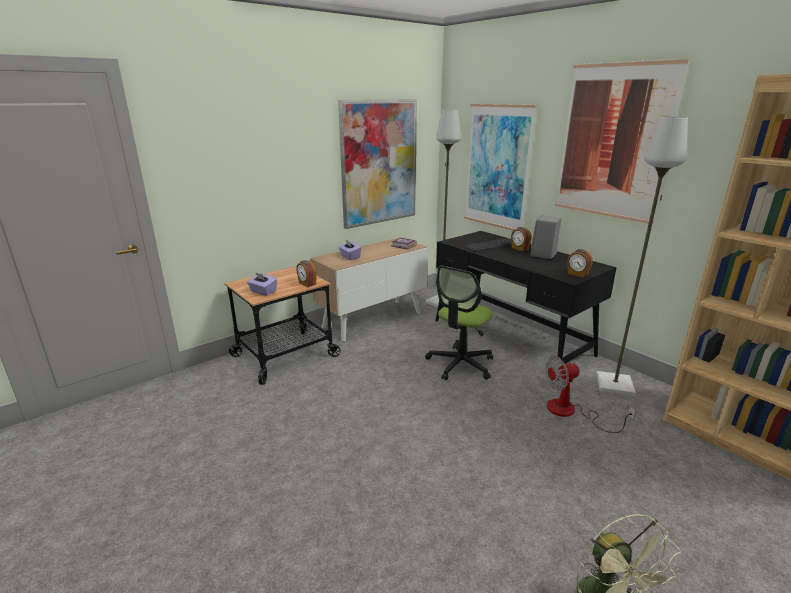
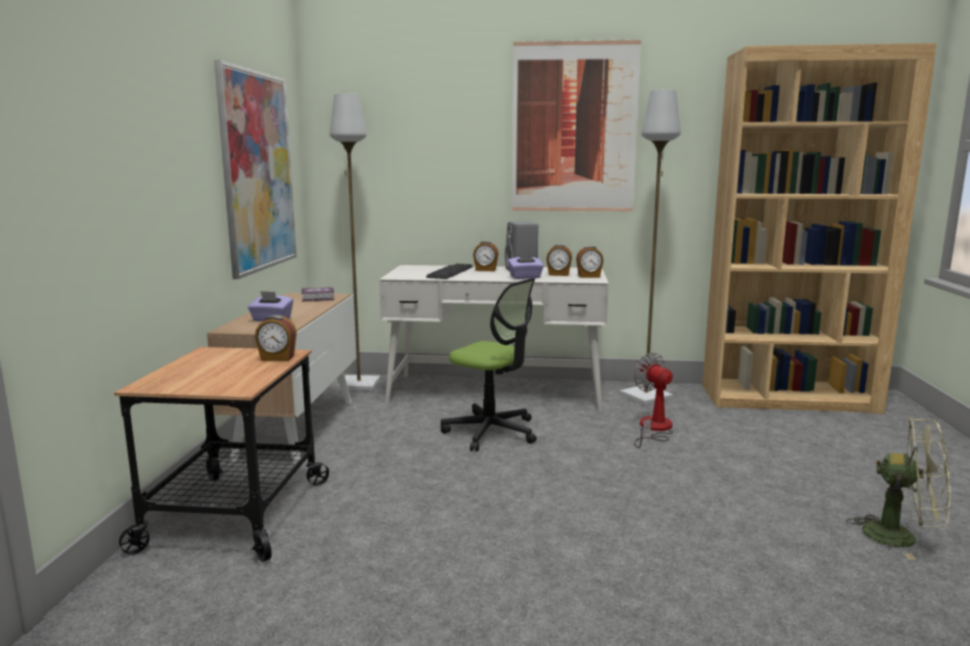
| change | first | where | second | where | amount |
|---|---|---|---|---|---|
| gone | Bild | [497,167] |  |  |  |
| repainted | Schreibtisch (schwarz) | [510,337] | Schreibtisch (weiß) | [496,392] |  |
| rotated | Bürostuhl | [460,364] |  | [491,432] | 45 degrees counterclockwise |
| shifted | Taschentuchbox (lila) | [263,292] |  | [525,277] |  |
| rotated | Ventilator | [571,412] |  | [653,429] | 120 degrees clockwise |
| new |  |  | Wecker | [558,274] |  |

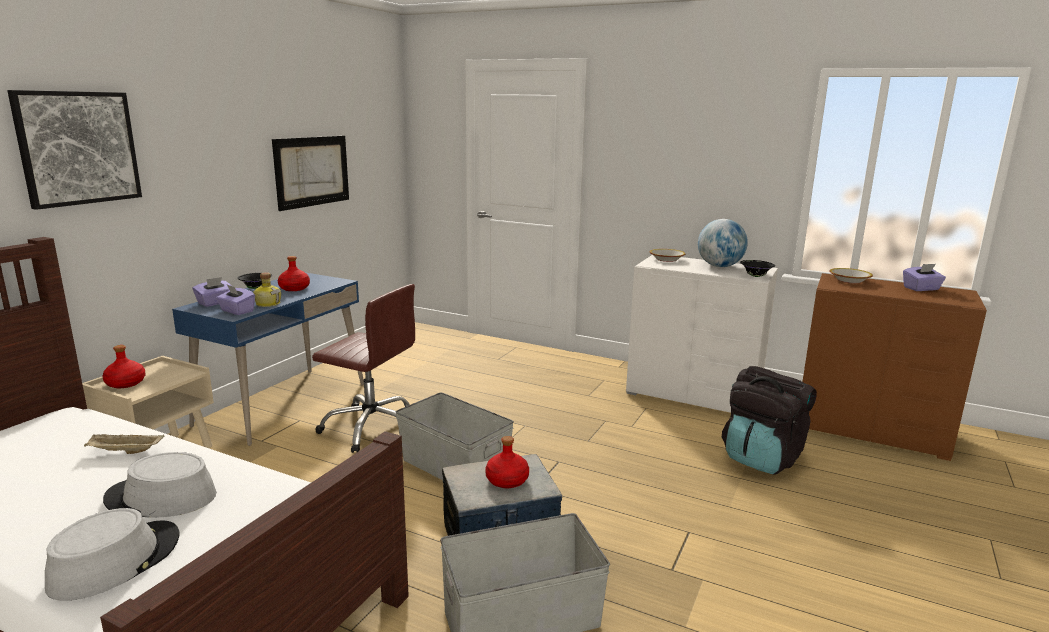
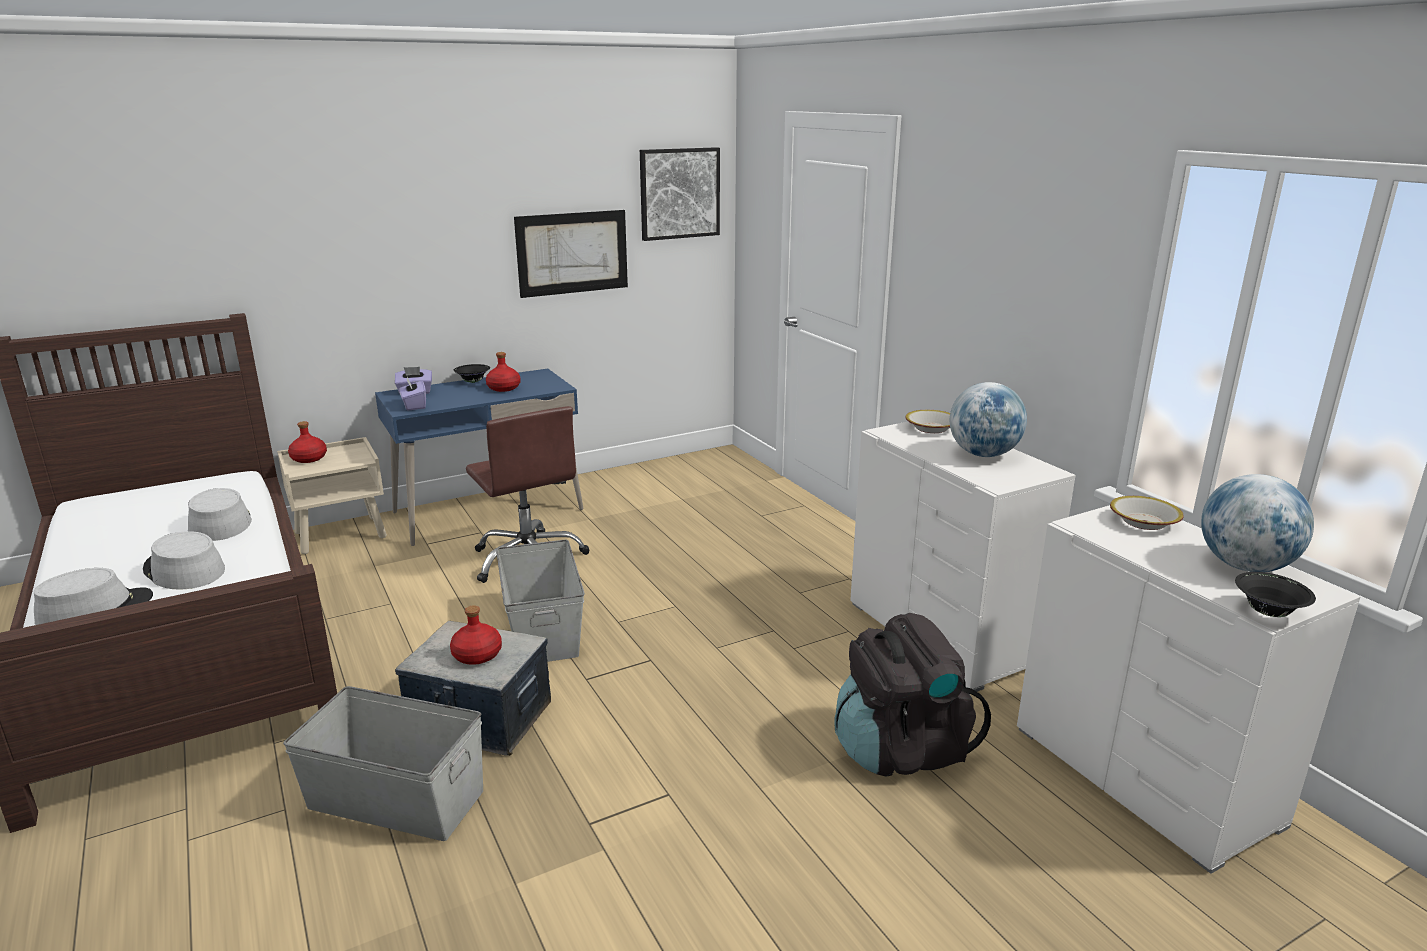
| change | first | where | second | where | amount |
|---|---|---|---|---|---|
| shifted | Bild | [78,148] |  | [679,193] |  |
| shifted | Schüssel (schwarz) | [755,276] |  | [1268,612] |  |
| swapped | Taschentuchbox (lila) | [921,289] | Globus | [1245,566] |  |
| gone | Flasche | [268,304] |  |  |  |
| repainted | Kommode (braun) | [870,429] | Kommode (weiß) | [1145,775] |  |
| swapped | Tablett (beige) | [124,452] | Hut (grau) | [219,523] |  |

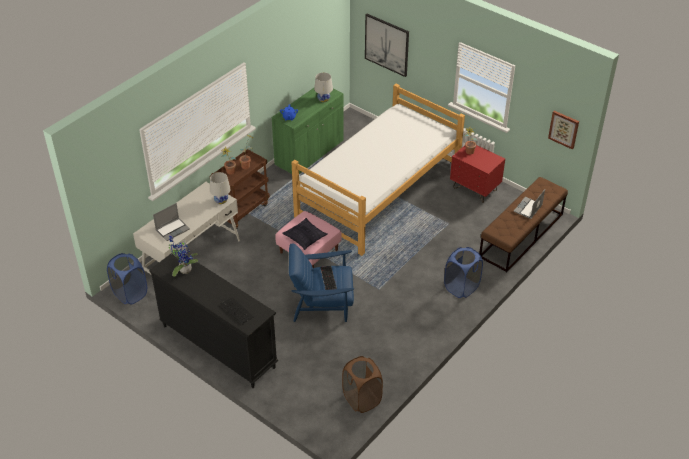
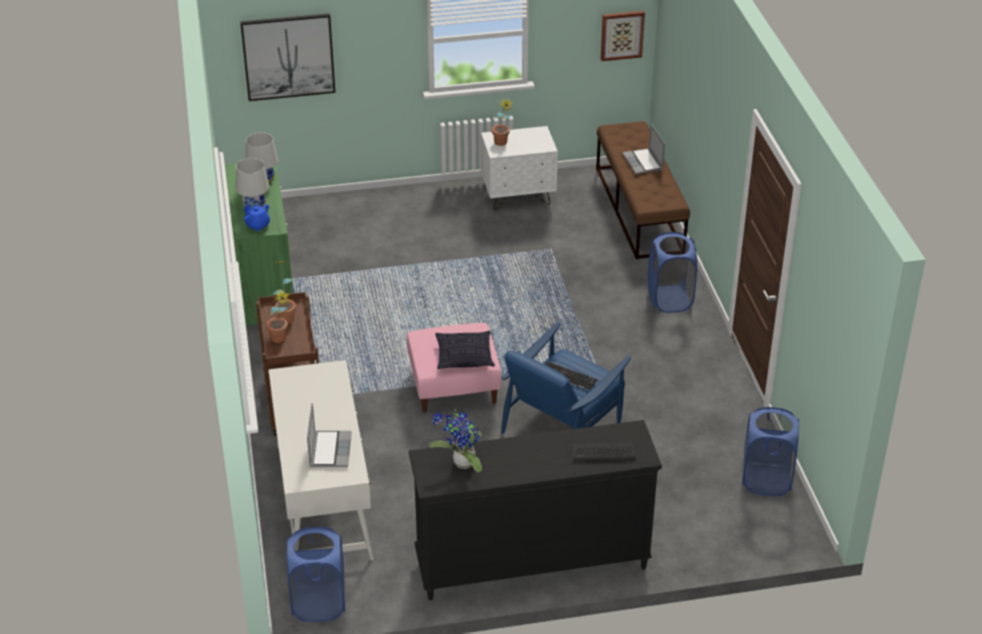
| change | first | where | second | where | amount |
|---|---|---|---|---|---|
| gone | Bett | [379,193] |  |  |  |
| repainted | Nachttisch (rot) | [475,189] | Nachttisch (weiß) | [518,197] |  |
| shifted | Tischlampe (weiß) | [221,200] |  | [254,206] |  |
| repainted | Wäschekorb (braun) | [361,399] | Wäschekorb (blau) | [766,480] |  |

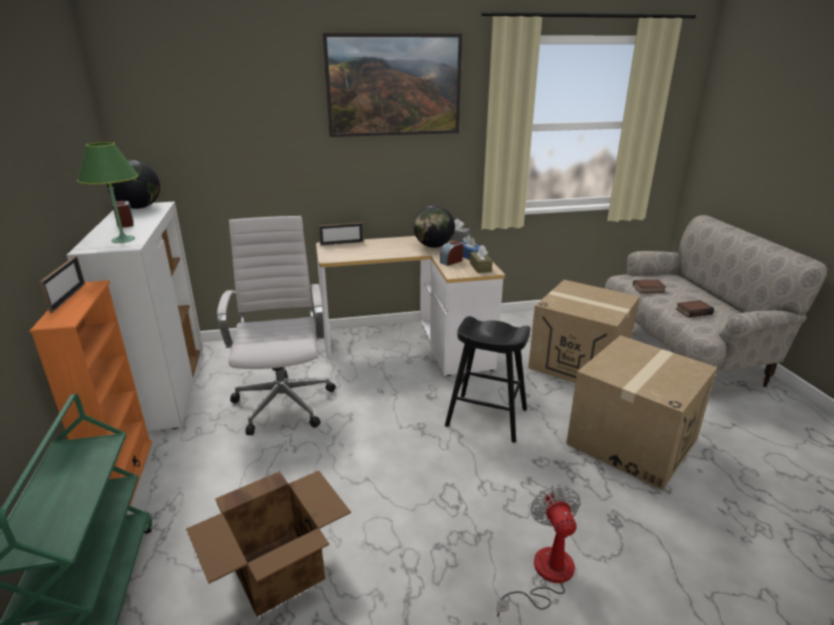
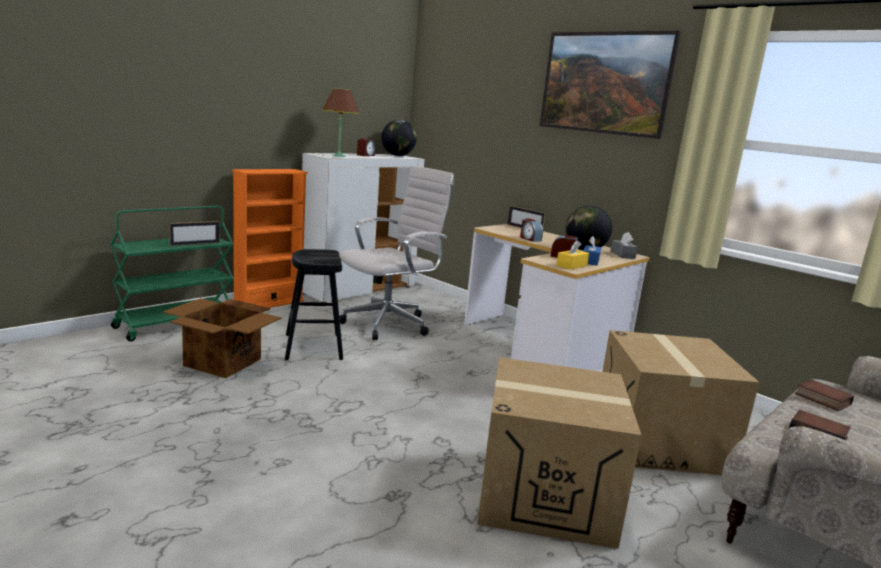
| change | first | where | second | where | amount |
|---|---|---|---|---|---|
| repainted | Tischlampe (grün) | [123,239] | Tischlampe (braun) | [339,156] |  |
| repainted | Taschentuchbox (braun) | [480,267] | Taschentuchbox (gelb) | [571,265] |  |
| shifted | Bilderrahmen | [68,297] |  | [195,244] |  |
| shifted | Hocker (schwarz) | [487,417] |  | [313,347] |  |
| gone | Ventilator | [544,575] |  |  |  |
| new |  |  | Wecker | [530,239] |  |

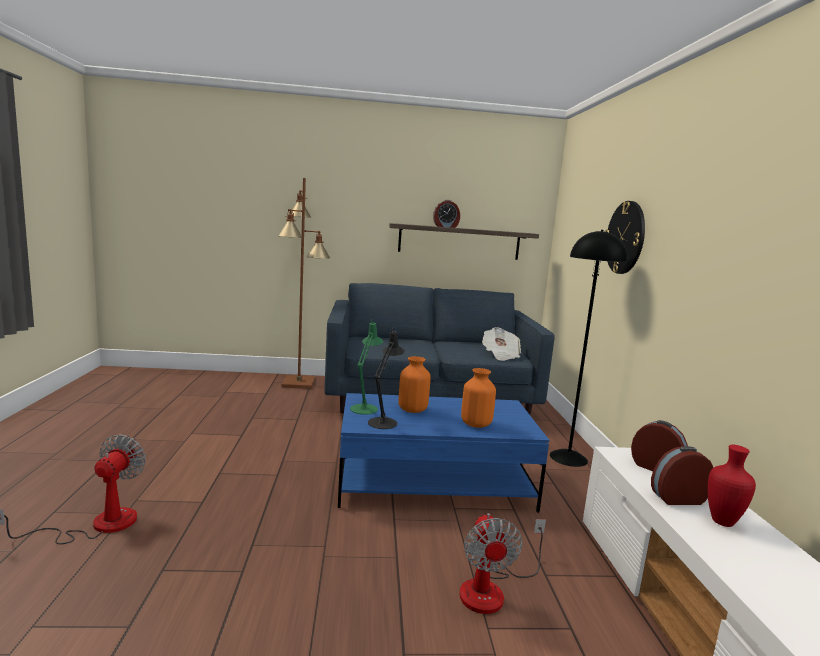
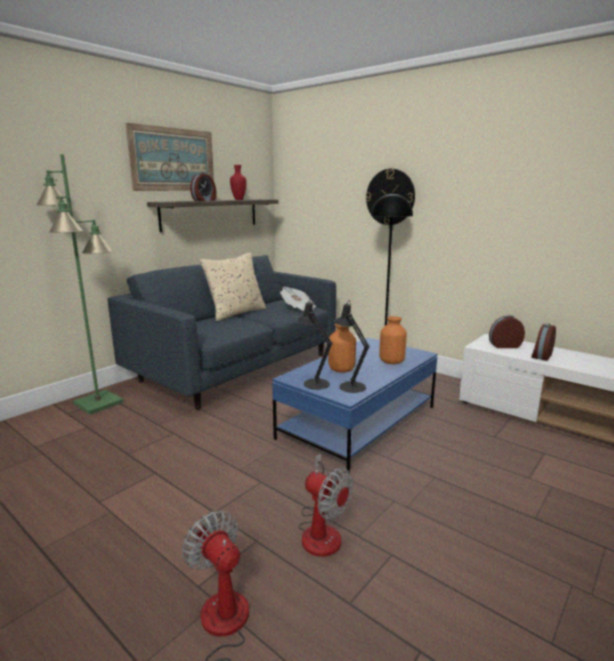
| change | first | where | second | where | amount |
|---|---|---|---|---|---|
| repainted | Stehlampe (braun) | [299,383] | Stehlampe (grün) | [98,402] |  |
| repainted | Tischlampe (grün) | [365,407] | Tischlampe (schwarz) | [314,382] |  |
| shifted | Vase (rot) | [723,522] |  | [239,200] |  |
| shifted | Ventilator | [492,589] |  | [321,530] |  |
| new |  |  | Bild | [173,159] |  |
| new |  |  | Kissen (beige) | [236,313] |  |

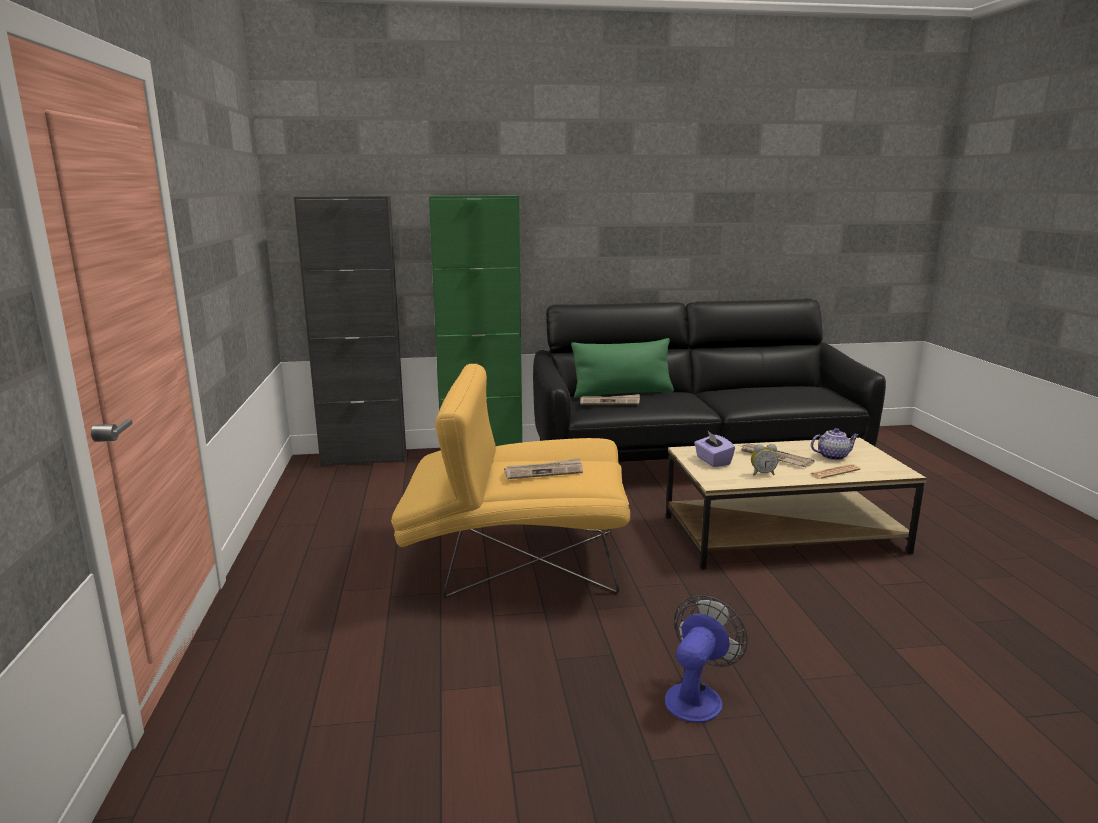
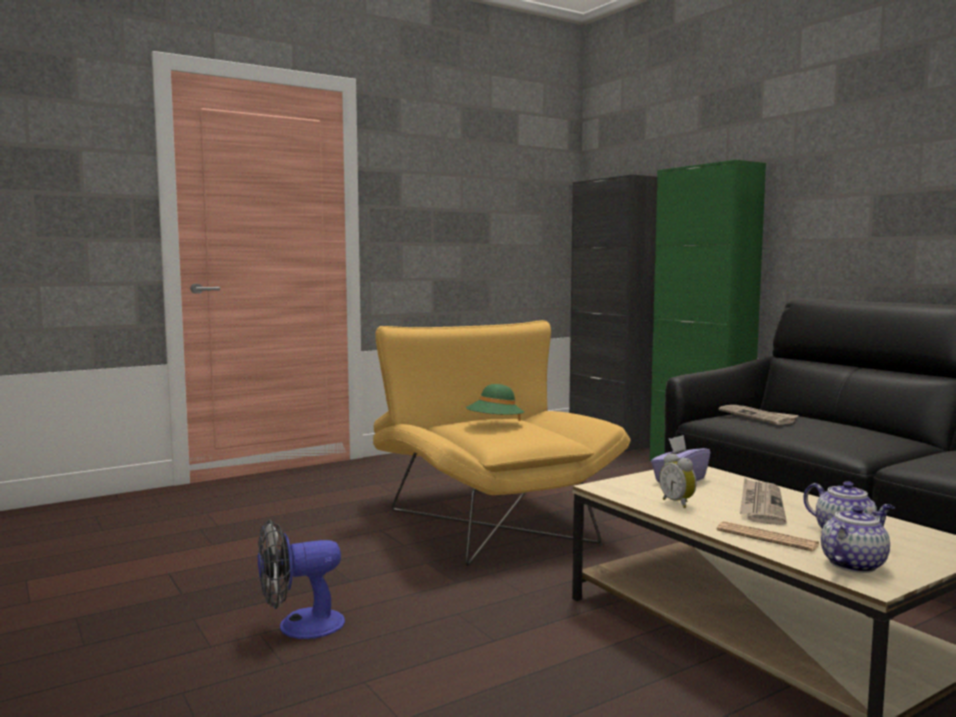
| change | first | where | second | where | amount |
|---|---|---|---|---|---|
| gone | Kissen (grün) | [622,393] |  |  |  |
| swapped | Zeitung | [544,471] | Hut (grün) | [495,424] |  |
| rotated | Ventilator | [697,696] |  | [299,626] | 150 degrees clockwise |
| new |  |  | Teekanne | [853,564] |  |

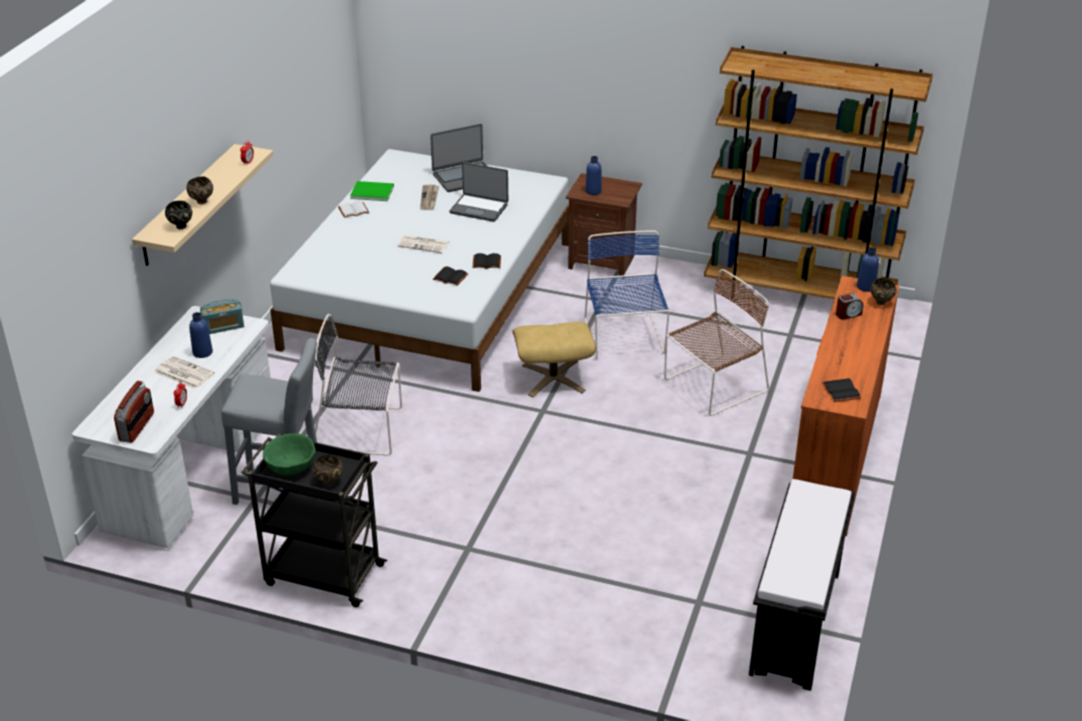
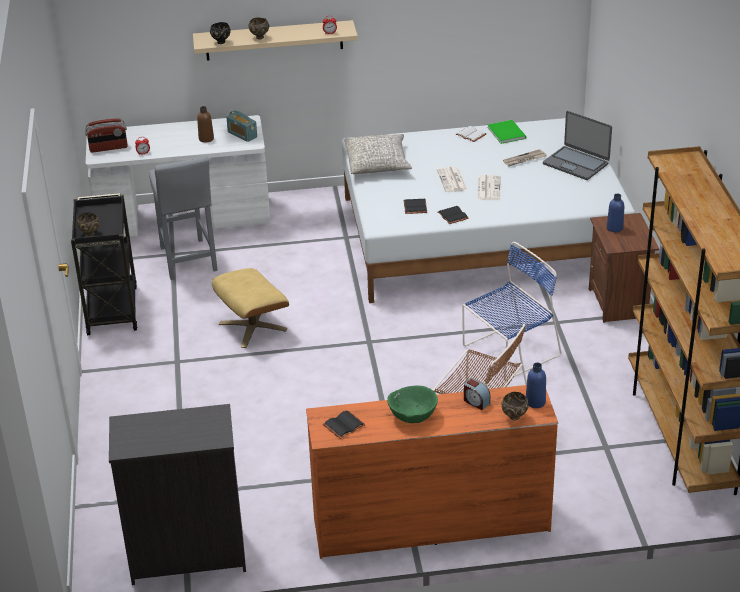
| change | first | where | second | where | amount |
|---|---|---|---|---|---|
| gone | Laptop | [479,208] |  |  |  |
| repainted | Flasche (blau) | [202,352] | Flasche (braun) | [206,139] |  |
| gone | Stuhl (schwarz) | [361,430] |  |  |  |
| shifted | Polsterhocker (beige) | [553,378] |  | [252,326] |  |
| shifted | Zeitung | [183,373] |  | [488,188] |  |
| shifted | Schüssel (grün) | [290,466] |  | [412,415] |  |
| swapped | Bank (schwarz) | [795,624] | Kommode (schwarz) | [186,556] |  |
| new |  |  | Kissen (grau) | [377,163] |  |

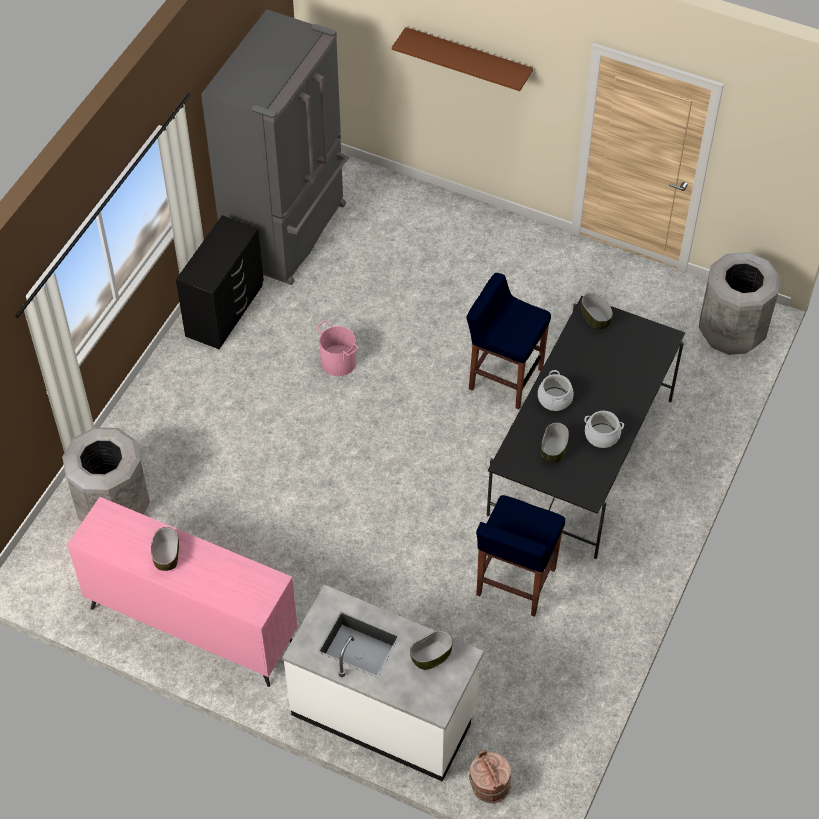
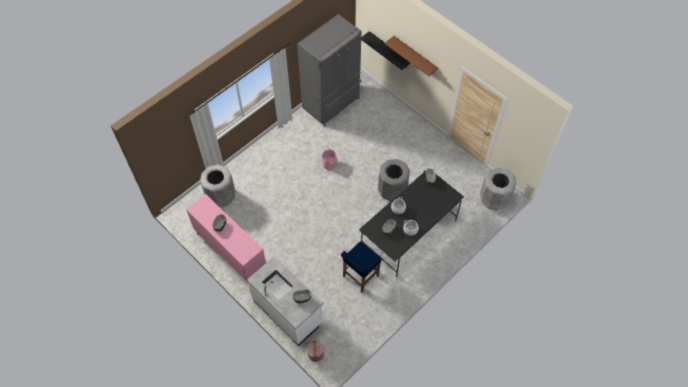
| change | first | where | second | where | amount |
|---|---|---|---|---|---|
| gone | Kommode (schwarz) | [226,310] |  |  |  |
| swapped | Hocker (blau) | [504,378] | Mülleimer (grau) | [392,190] |  |
| new |  |  | Wandregal (schwarz) | [389,50] |  |

